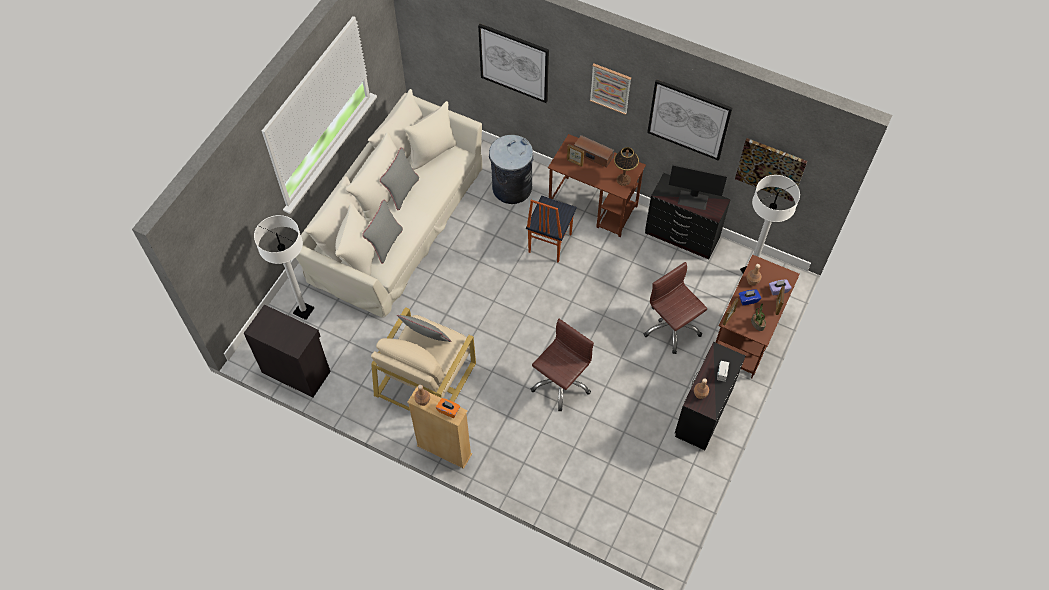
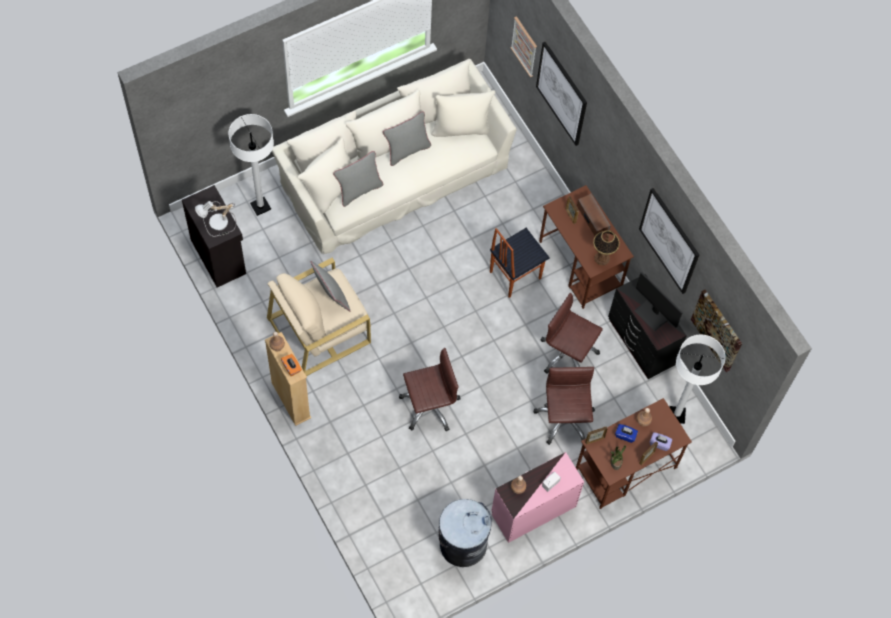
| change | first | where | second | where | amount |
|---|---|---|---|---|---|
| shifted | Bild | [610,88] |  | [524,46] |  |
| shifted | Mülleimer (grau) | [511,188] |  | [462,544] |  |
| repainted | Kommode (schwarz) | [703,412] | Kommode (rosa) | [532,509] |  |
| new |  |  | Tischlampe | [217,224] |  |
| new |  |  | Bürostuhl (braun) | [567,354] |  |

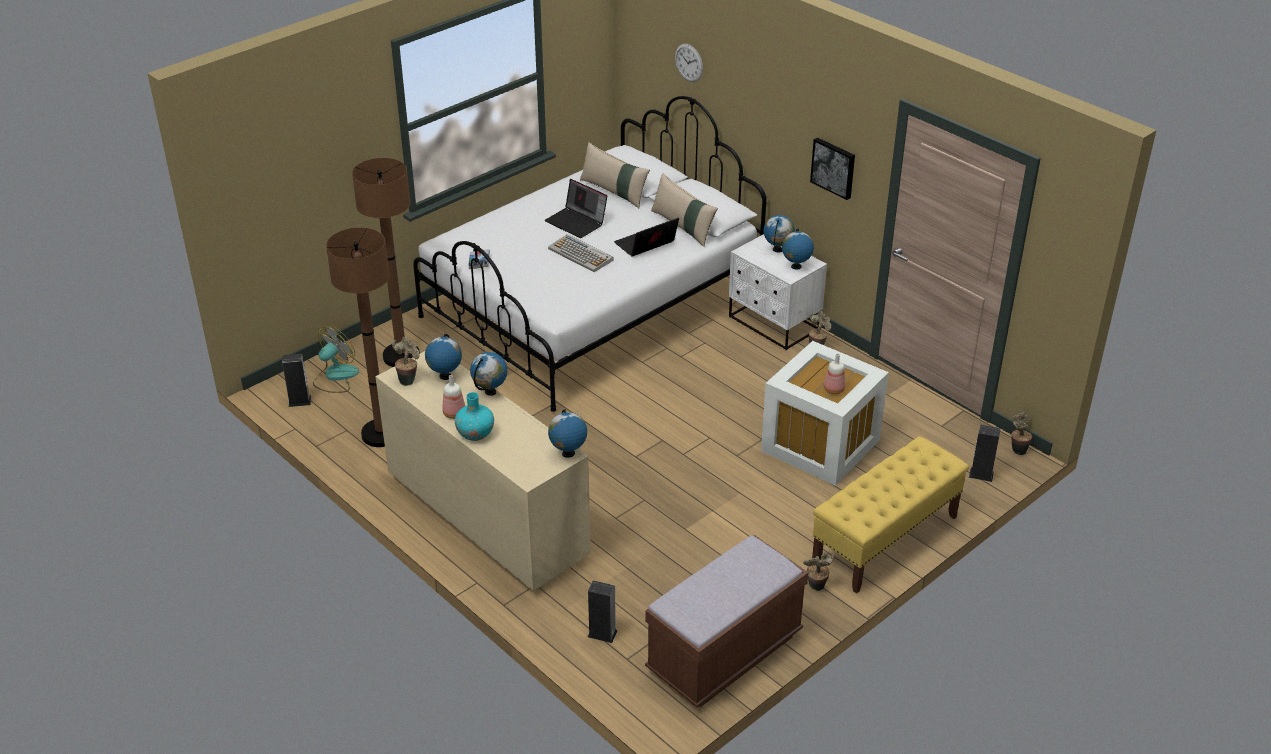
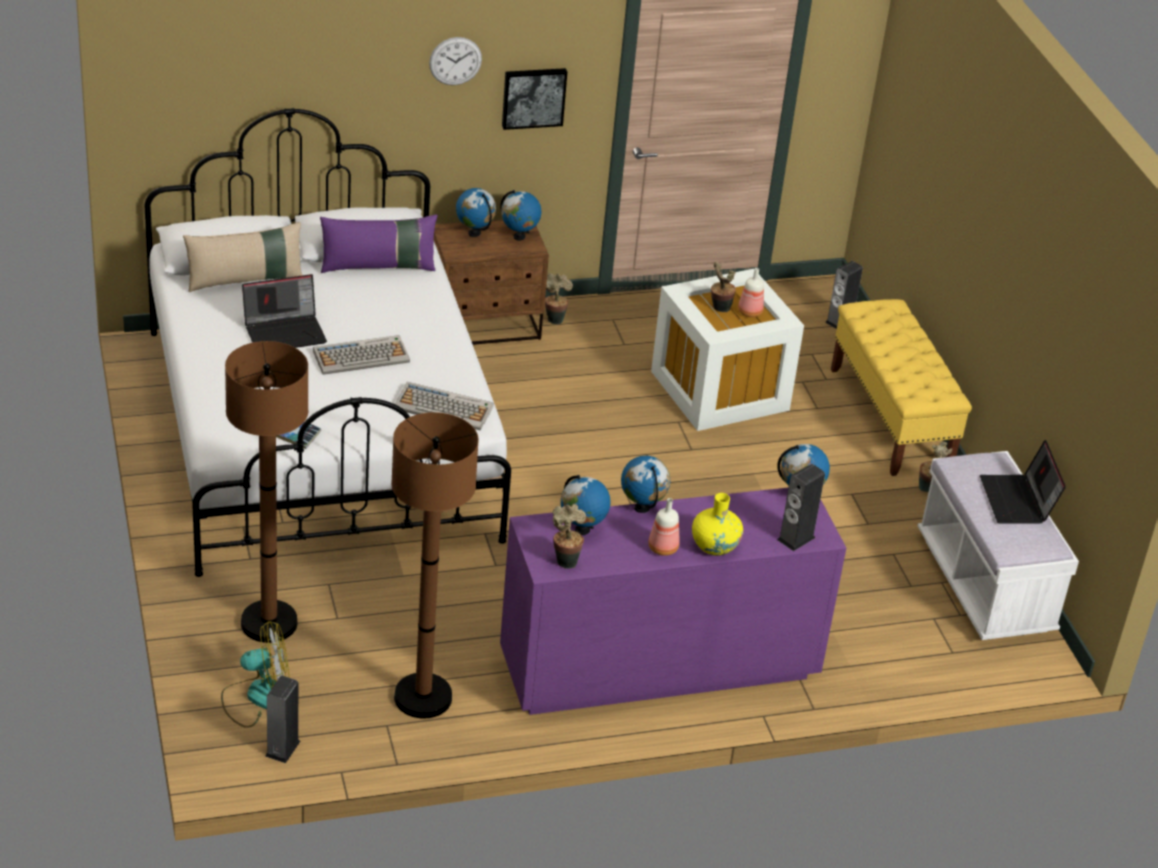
| change | first | where | second | where | amount |
|---|---|---|---|---|---|
| shifted | Wanduhr | [689,62] |  | [455,61] |  |
| repainted | Kissen (beige) | [683,227] | Kissen (lila) | [378,267] |  |
| shifted | Laptop | [645,245] |  | [1018,501] |  |
| repainted | Nachttisch (weiß) | [773,324] | Nachttisch (braun) | [485,326] |  |
| rotated | Ventilator | [335,377] |  | [258,697] | 105 degrees clockwise |
| repainted | Kommode (beige) | [486,518] | Kommode (lila) | [657,667] |  |
| repainted | Vase (türkis) | [475,434] | Vase (gelb) | [714,546] |  |
| shifted | Topfpflanze | [1017,449] |  | [719,308] |  |
| repainted | Bank (braun) | [724,654] | Bank (weiß) | [984,585] |  |
| shifted | Lautsprecher | [602,633] |  | [796,538] |  |
| new |  |  | Tastatur | [444,408] |  |

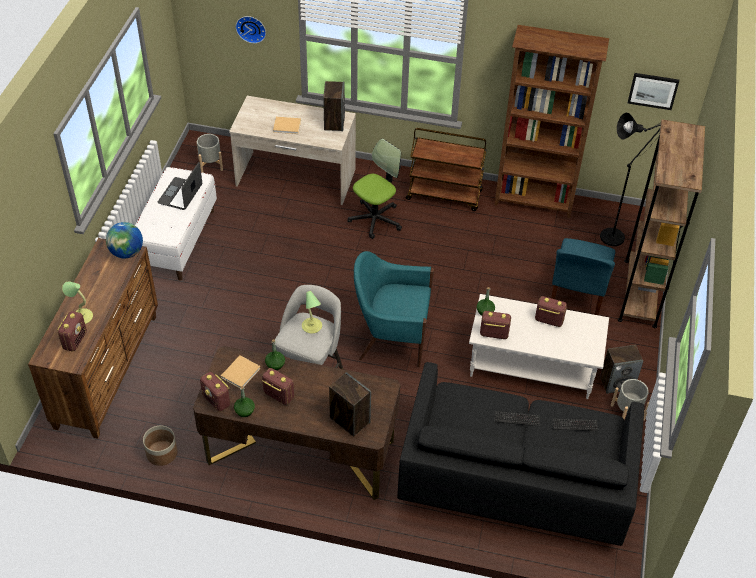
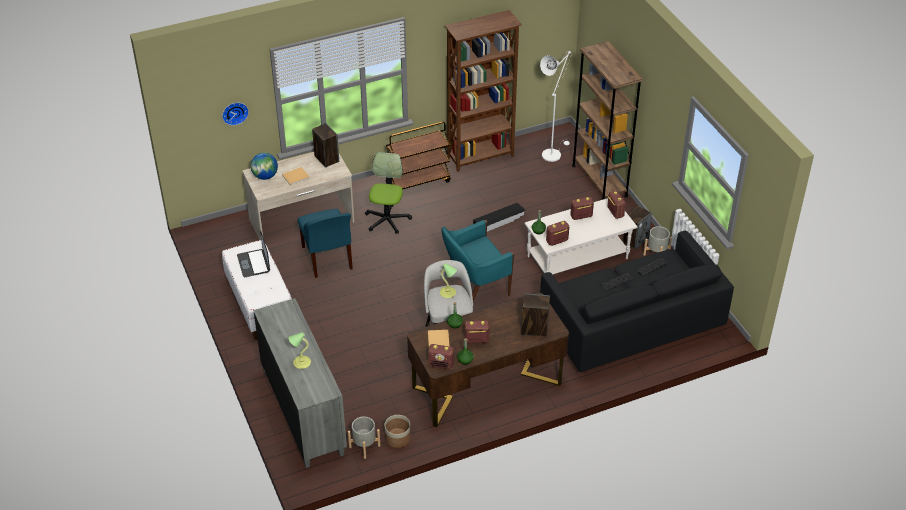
| change | first | where | second | where | amount |
|---|---|---|---|---|---|
| gone | Bild | [653,90] |  |  |  |
| repainted | Stehlampe (schwarz) | [616,236] | Stehlampe (weiß) | [553,153] |  |
| shifted | Pflanzkübel (grau) | [210,165] |  | [364,446] |  |
| shifted | Globus | [127,253] |  | [265,176] |  |
| repainted | Kommode (braun) | [108,370] | Kommode (grau) | [303,411] |  |
| shifted | Stuhl (blau) | [576,299] |  | [327,259] |  |
| shifted | Radio | [75,340] |  | [615,212] |  |
| new |  |  | Aufbewahrungsbox (schwarz) | [499,220] |  |

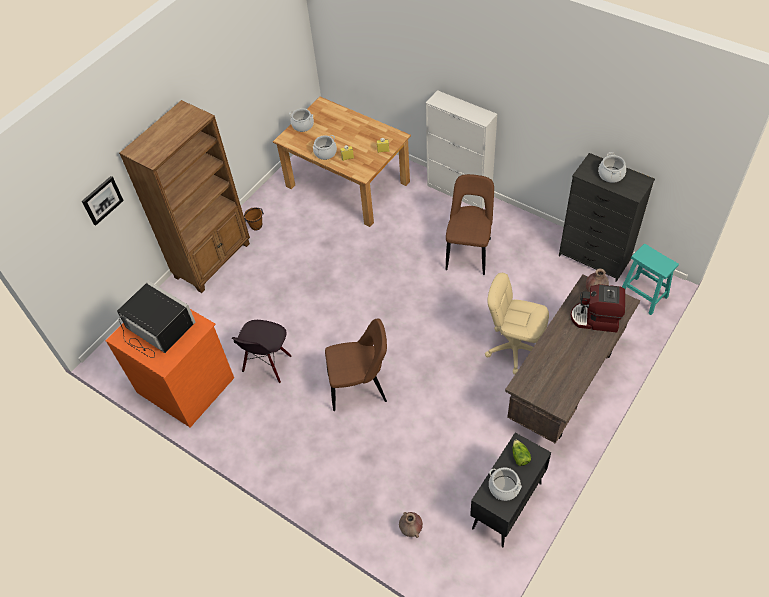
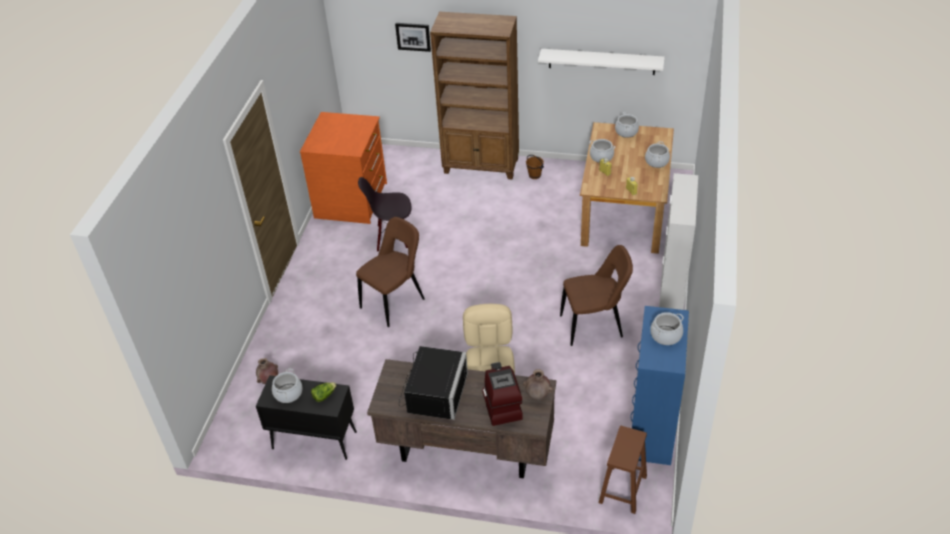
| change | first | where | second | where | amount |
|---|---|---|---|---|---|
| repainted | Kommode (schwarz) | [595,257] | Kommode (blau) | [652,431] |  |
| repainted | Hocker (türkis) | [644,296] | Hocker (braun) | [622,490] |  |
| shifted | Mikrowelle (schwarz) | [157,329] |  | [433,393] |  |
| rotated | Stuhl (braun) | [360,388] |  | [395,302] | 105 degrees counterclockwise |
| new |  |  | Wandregal (weiß) | [601,61] |  |
| new |  |  | Kochtopf | [657,161] |  |

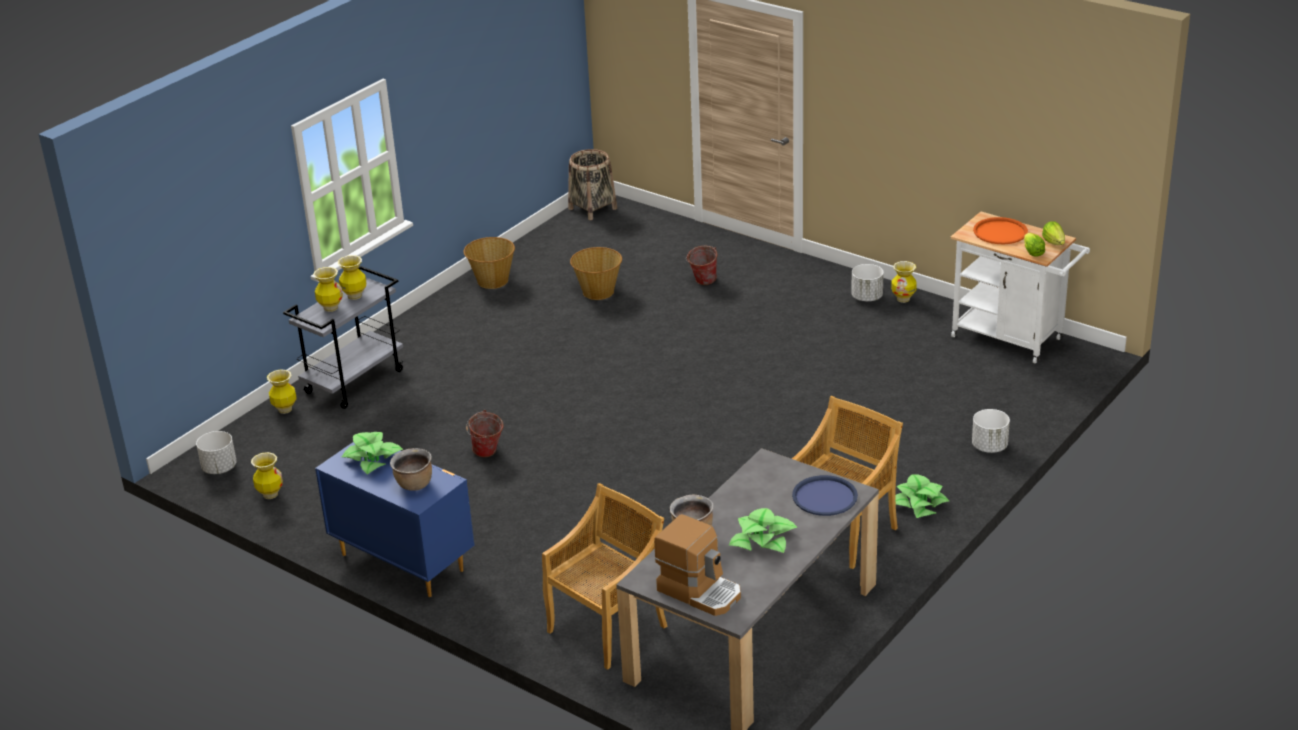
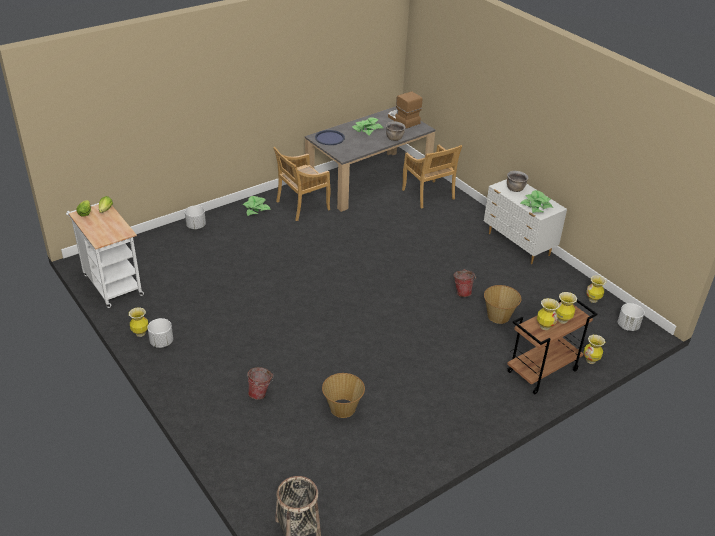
| change | first | where | second | where | amount |
|---|---|---|---|---|---|
| gone | Tablett (orange) | [1000,232] |  |  |  |
| shifted | Korb | [492,280] |  | [499,316] |  |
| repainted | Rollwagen (grau) | [354,381] | Rollwagen (braun) | [542,372] |  |
| repainted | Kommode (blau) | [402,561] | Kommode (weiß) | [518,245] |  |
| rotated | Stuhl (beige) | [608,628] |  | [428,195] | 90 degrees counterclockwise |

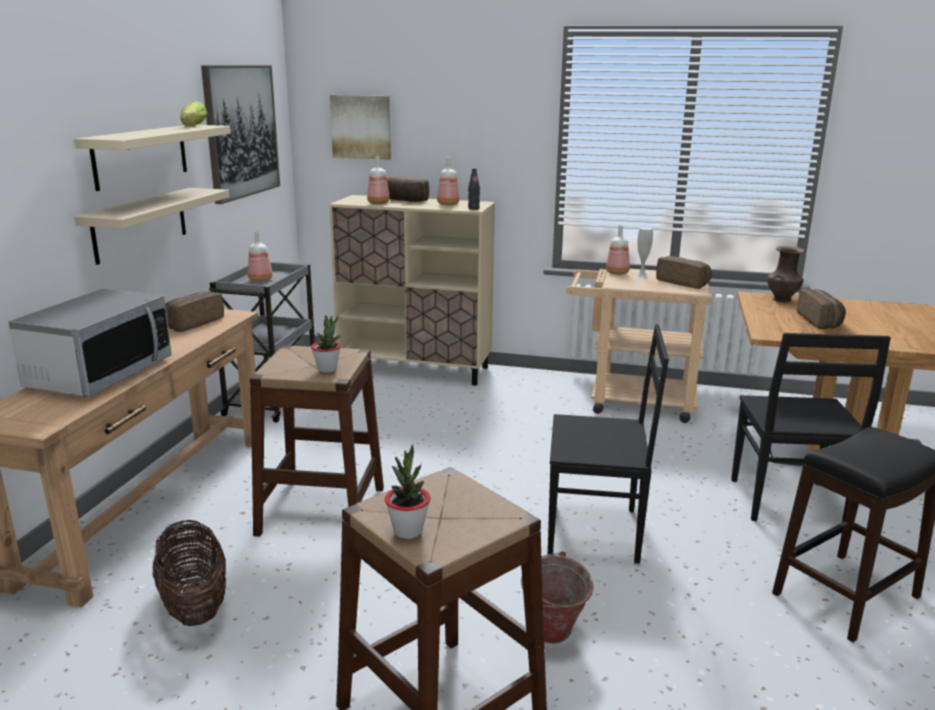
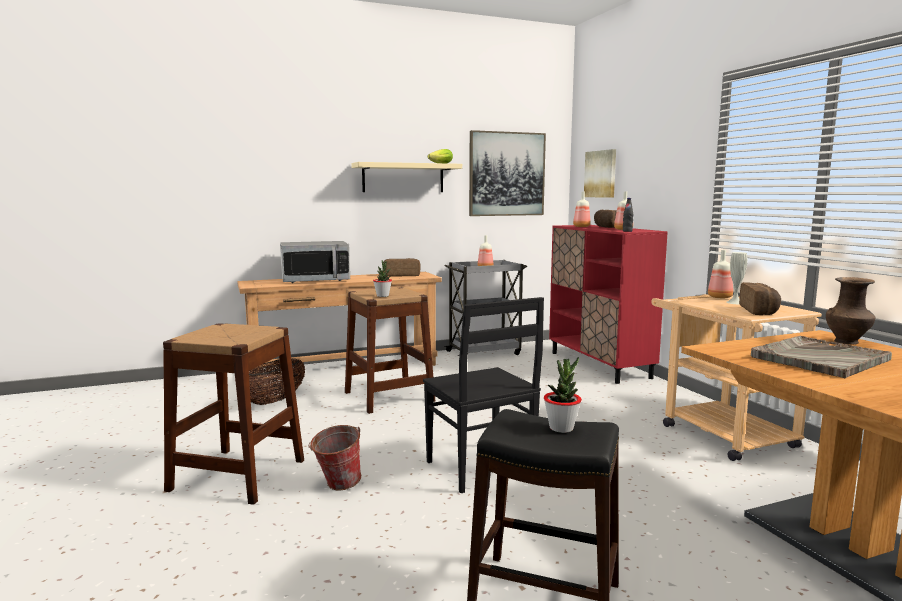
| change | first | where | second | where | amount |
|---|---|---|---|---|---|
| gone | Wandregal (beige) | [140,224] |  |  |  |
| repainted | Schrank (beige) | [416,369] | Schrank (rot) | [599,365] |  |
| swapped | Brot | [821,321] | Tablett (grau) | [819,358] |  |
| gone | Stuhl (schwarz) | [787,503] |  |  |  |
| shifted | Topfpflanze | [408,531] |  | [561,428] |  |

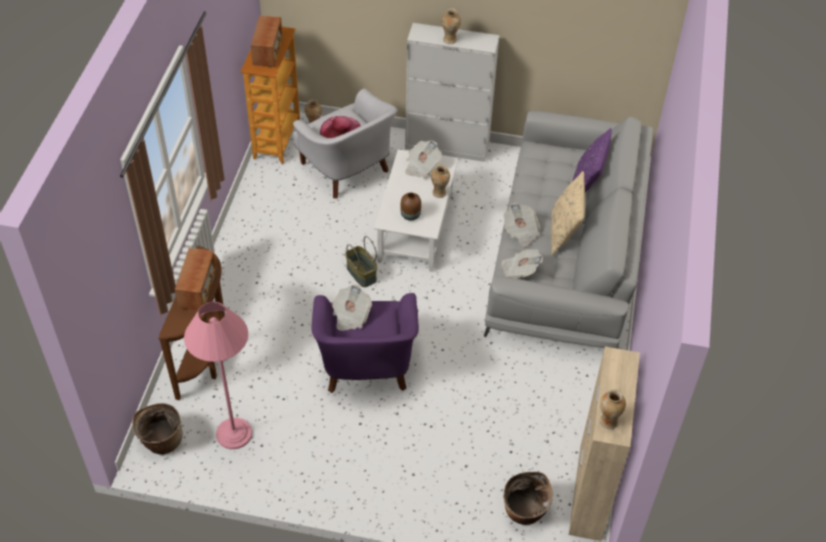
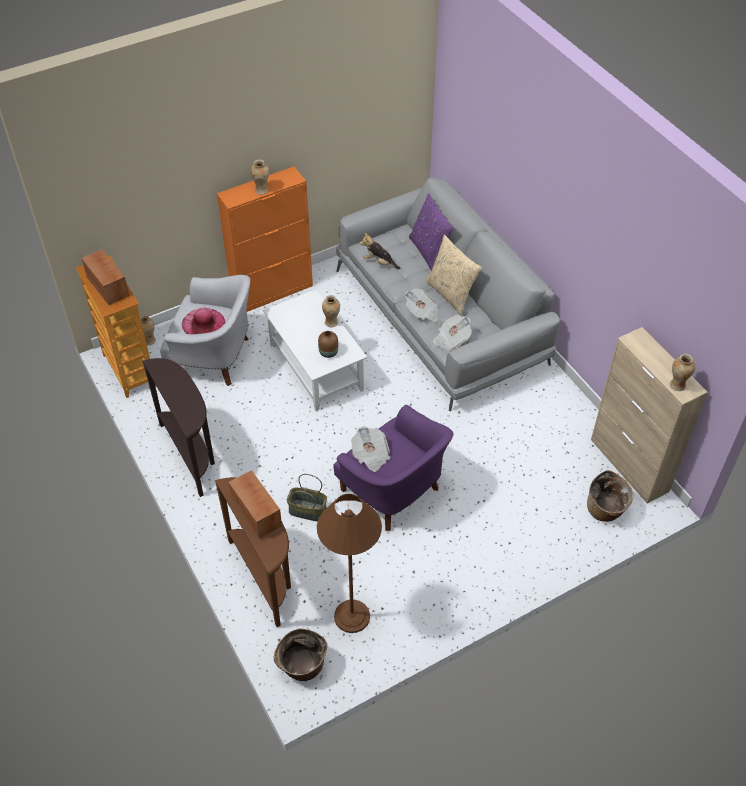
| change | first | where | second | where | amount |
|---|---|---|---|---|---|
| repainted | Schrank (weiß) | [447,147] | Schrank (orange) | [273,292] |  |
| gone | Zeitung | [422,167] |  |  |  |
| shifted | Korb | [360,273] |  | [307,511] |  |
| repainted | Stehlampe (rosa) | [234,433] | Stehlampe (braun) | [352,616] |  |
| new |  |  | Plüschtier | [379,262] |  |
| new |  |  | Konsolentisch (braun) | [191,454] |  |

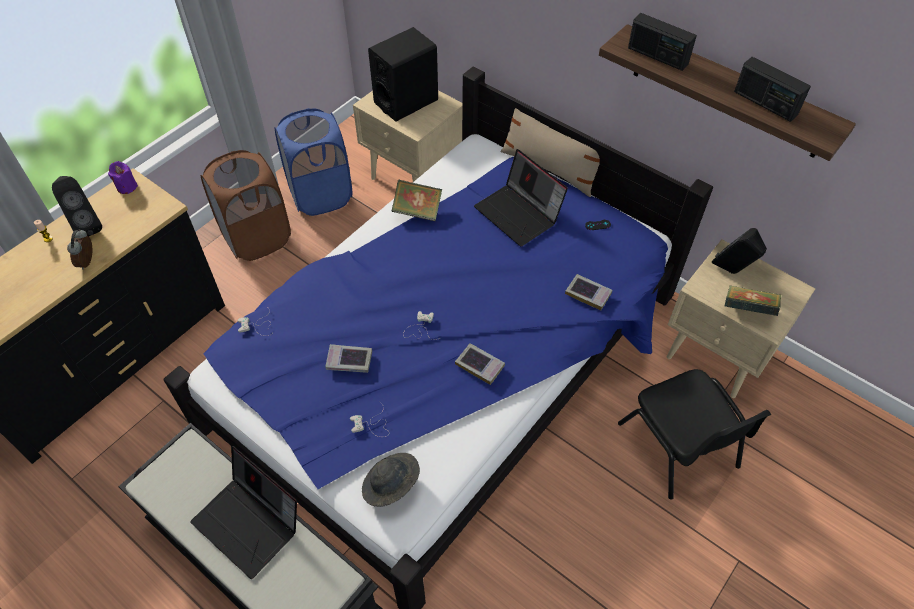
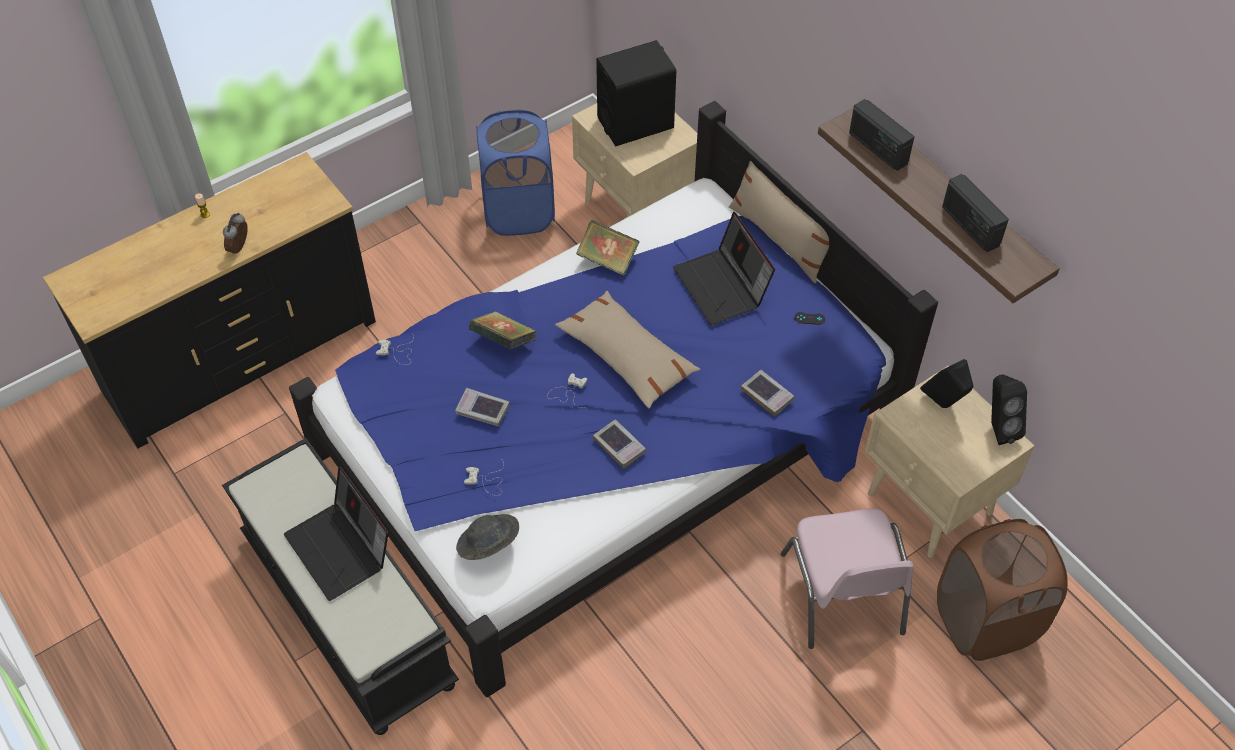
| change | first | where | second | where | amount |
|---|---|---|---|---|---|
| shifted | Wäschekorb (braun) | [257,238] |  | [985,621] |  |
| gone | Kerze (lila) | [127,187] |  |  |  |
| shifted | Lautsprecher (schwarz) | [87,225] |  | [998,428] |  |
| shifted | Buch | [747,310] |  | [504,341] |  |
| repainted | Stuhl (schwarz) | [679,446] | Stuhl (rosa) | [843,595] |  |
| new |  |  | Kissen (beige) | [627,357] |  |

